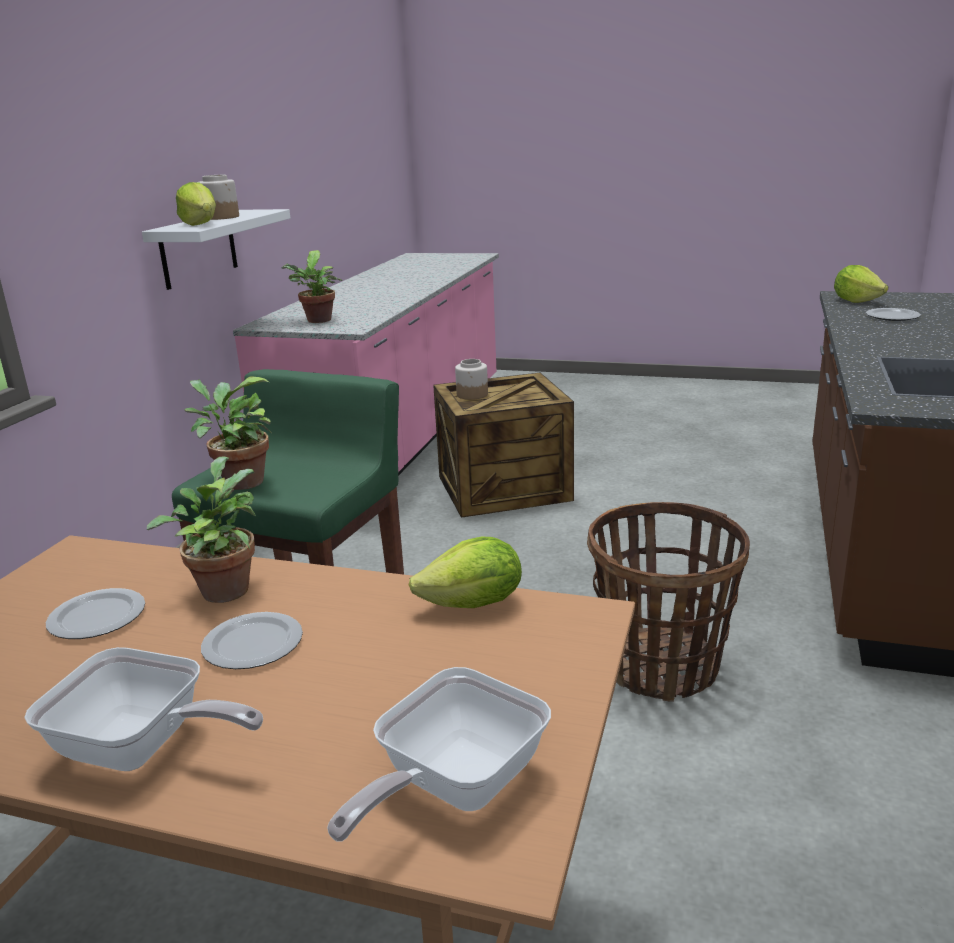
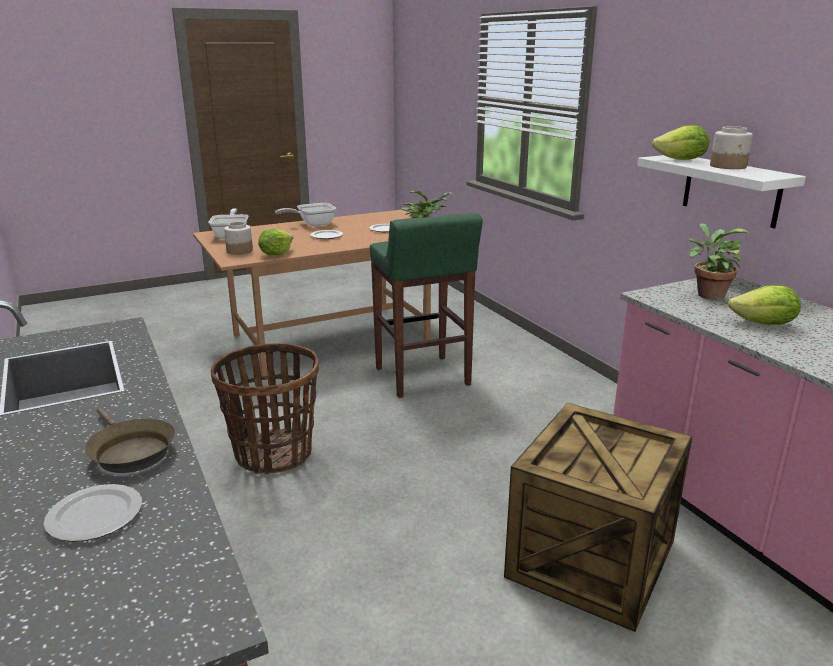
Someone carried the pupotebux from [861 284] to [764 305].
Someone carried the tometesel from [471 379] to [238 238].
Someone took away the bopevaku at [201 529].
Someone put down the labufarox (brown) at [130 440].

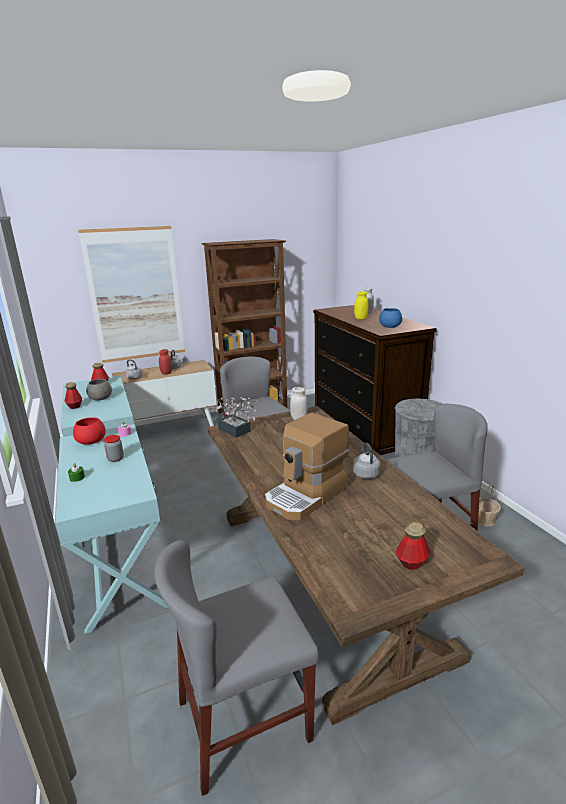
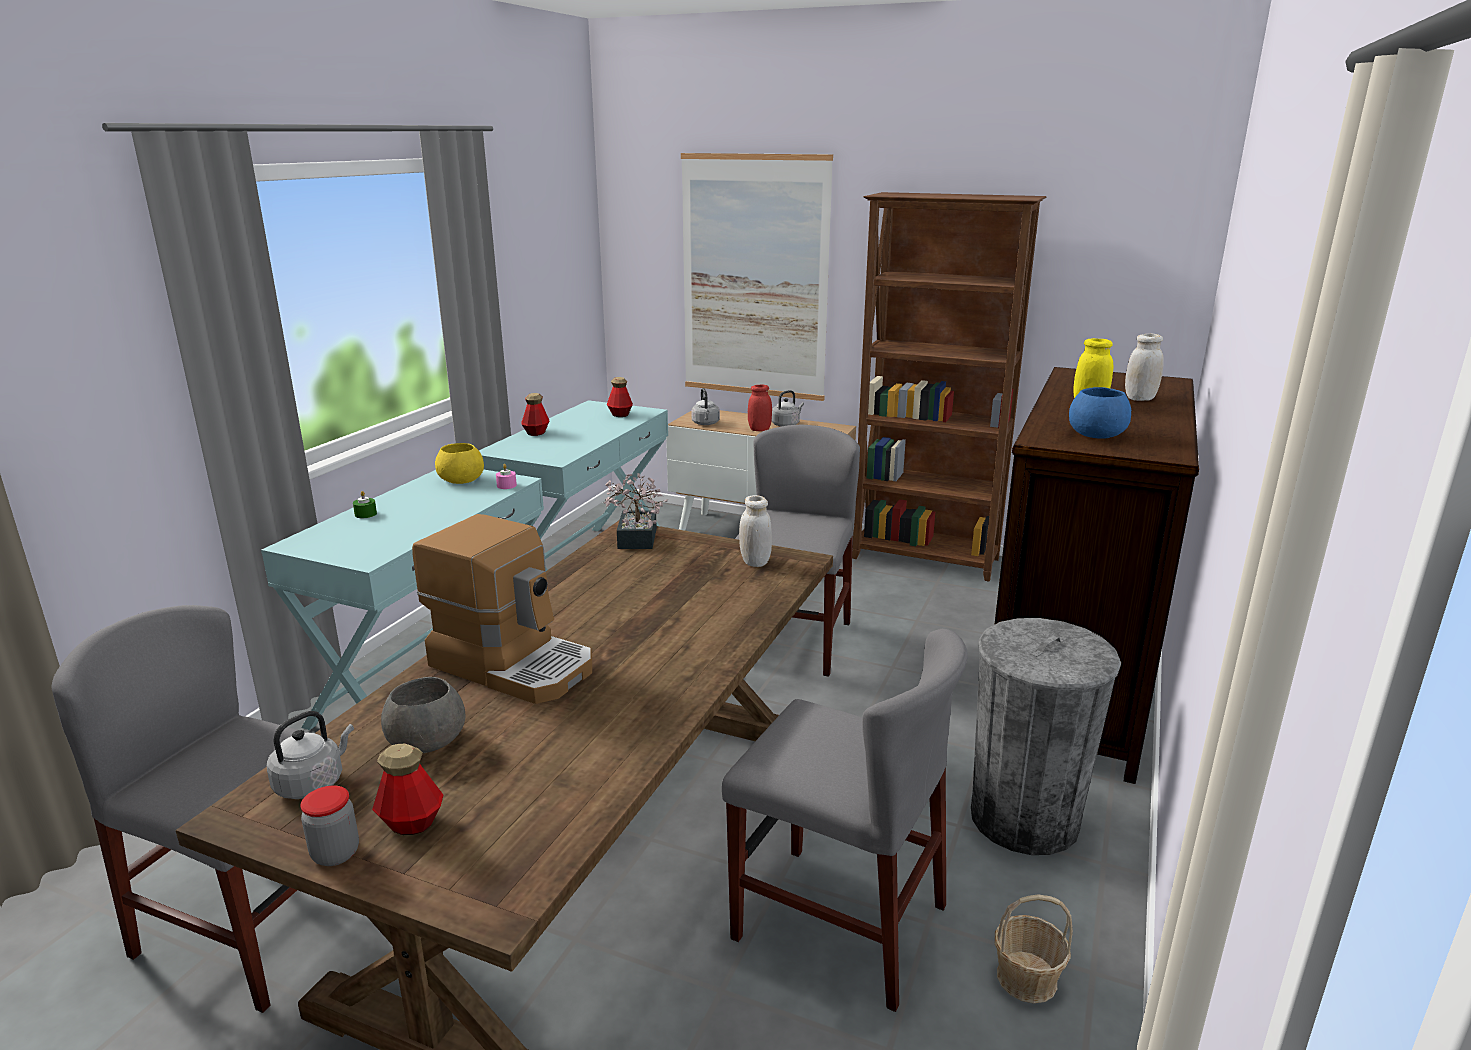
Someone carried the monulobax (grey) from [99 390] to [423 715].
Someone rotated the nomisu at [307 466] by 150 degrees counterclockwise.
Someone repainted the monulobax (red) at [89 431], which became the monulobax (yellow) at [459 463].
Someone carried the tometesel from [114 448] to [330 826].
Someone carried the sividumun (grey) from [367 461] to [310 755].

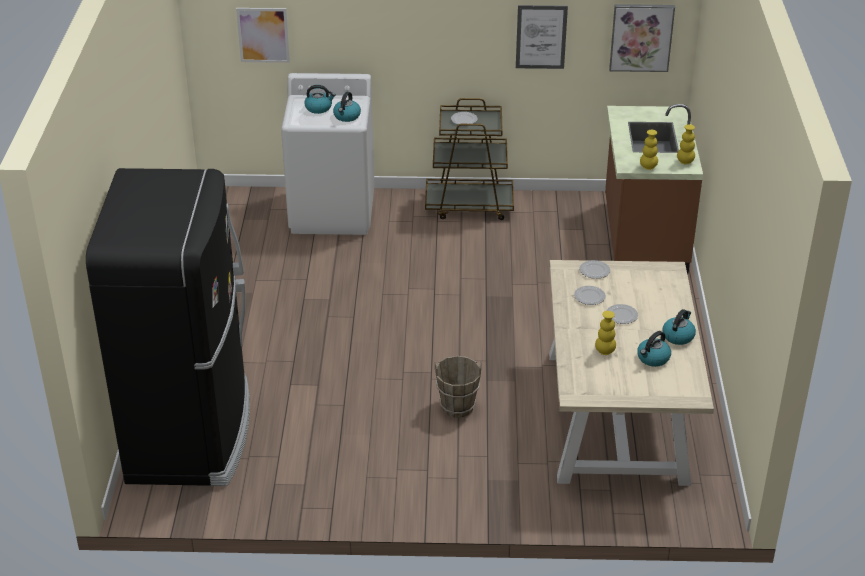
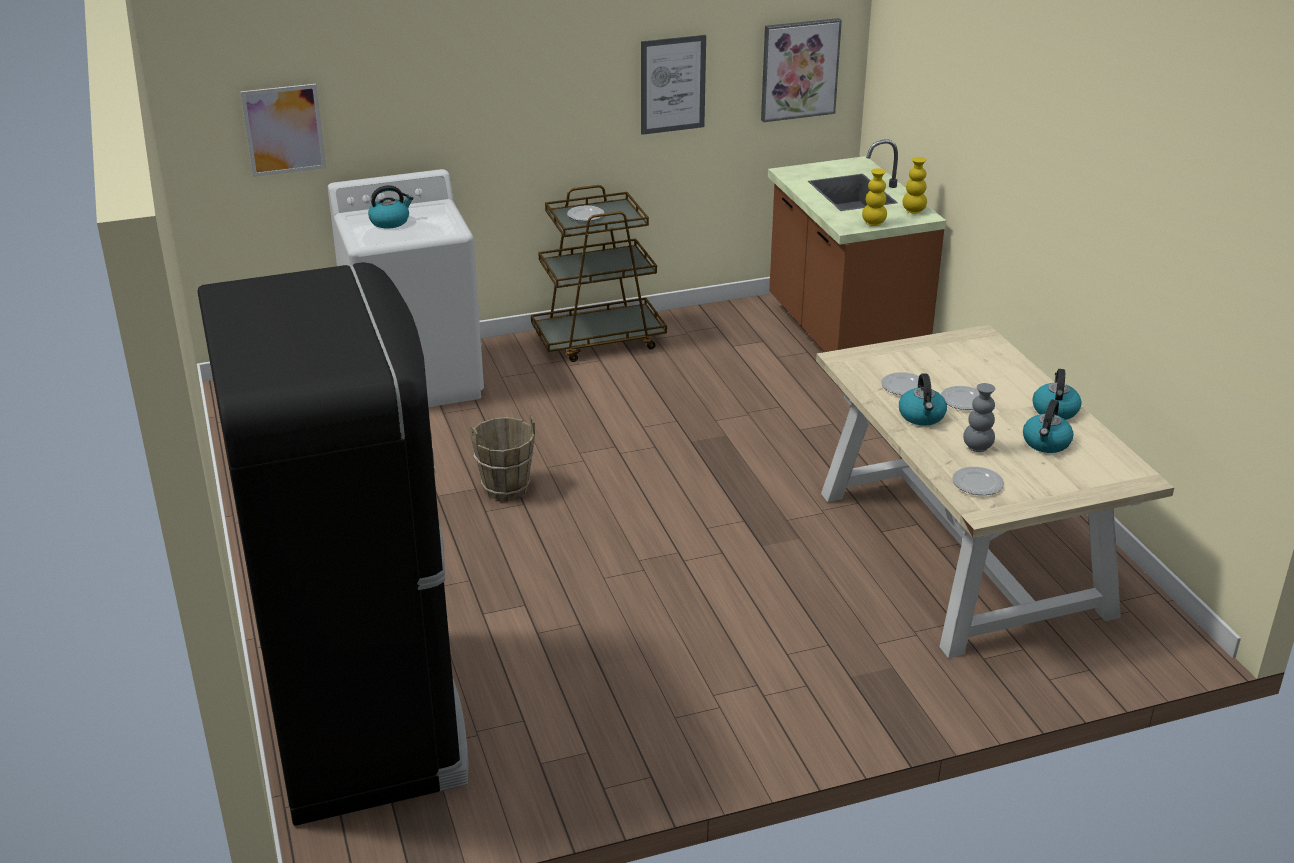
Someone carried the sividumun from [347 107] to [923 400].
Someone carried the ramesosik from [594 269] to [978 481].
Someone repainted the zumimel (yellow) at [605 333], which became the zumimel (grey) at [979 417].
Someone carried the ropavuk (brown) from [458 387] to [502 458].

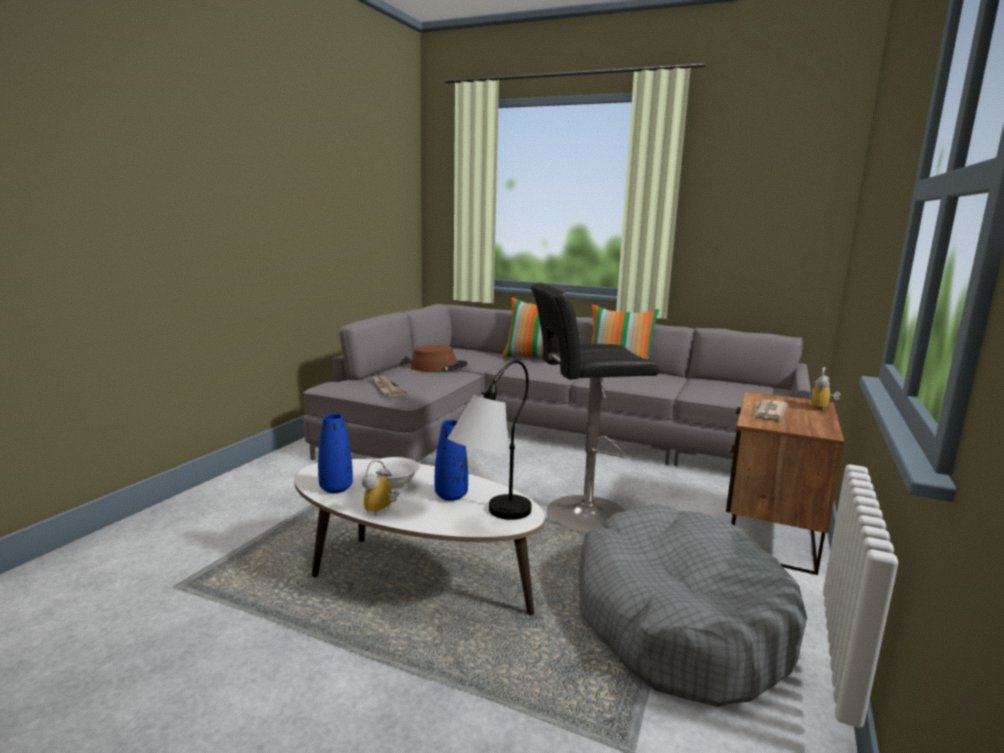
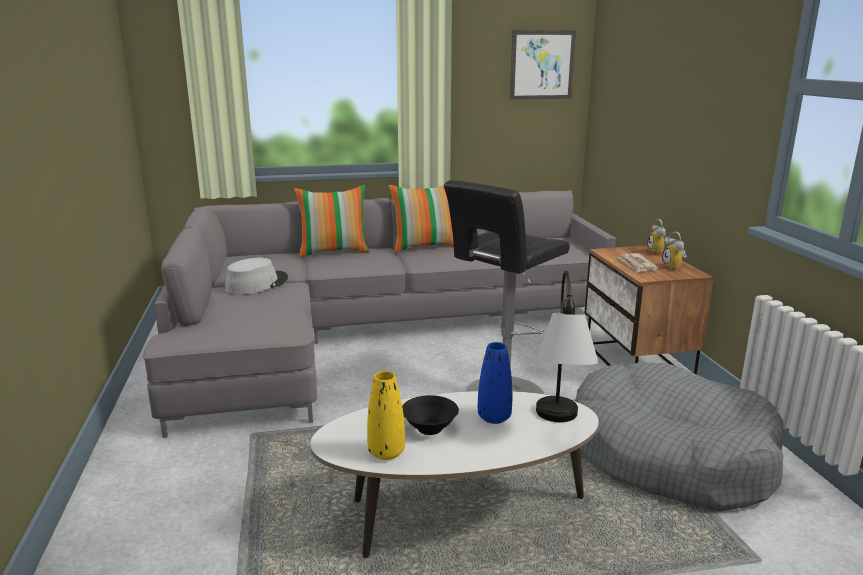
Someone repainted the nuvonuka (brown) at [439 358], which became the nuvonuka (grey) at [256 276].
Someone took away the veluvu at [389 386].
Someone repainted the zumimel (blue) at [335 453], which became the zumimel (yellow) at [386 415].
Someone repainted the monulobax (white) at [392 473], which became the monulobax (black) at [430 415].
Someone carried the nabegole from [380 488] to [674 250].
Someone put up the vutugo at [543 65].

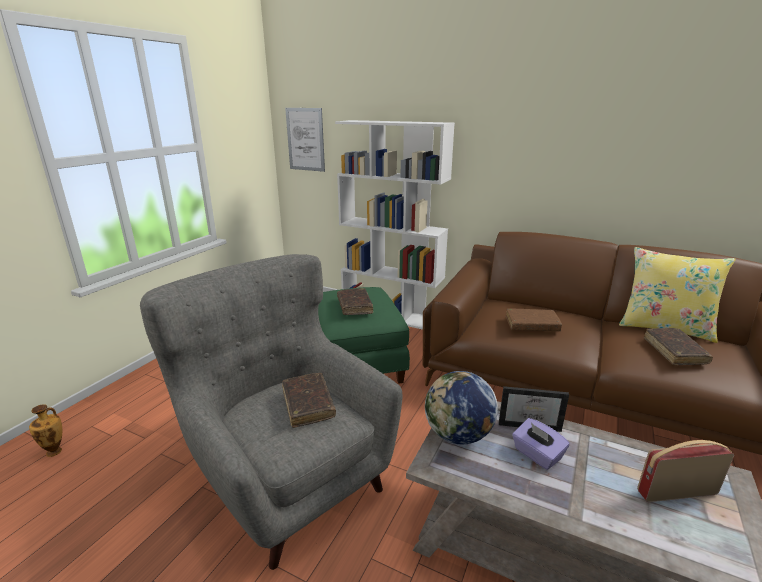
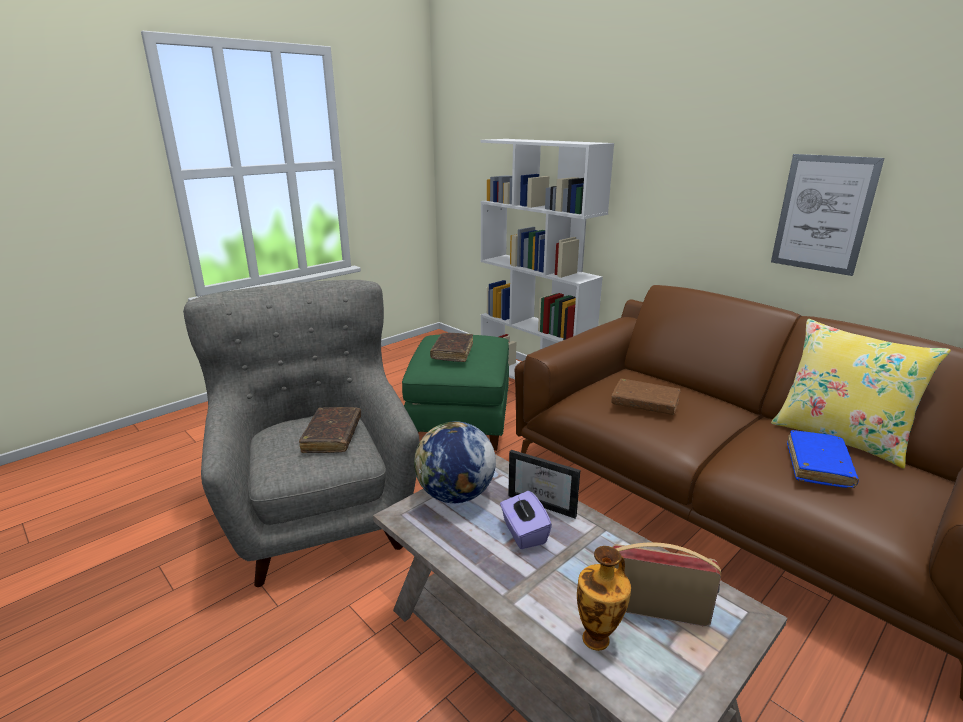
Someone carried the vutugo from [305 140] to [827 215].
Someone repainted the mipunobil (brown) at [678 346], which became the mipunobil (blue) at [823 459].
Someone carried the zumimel from [45 430] to [604 598].

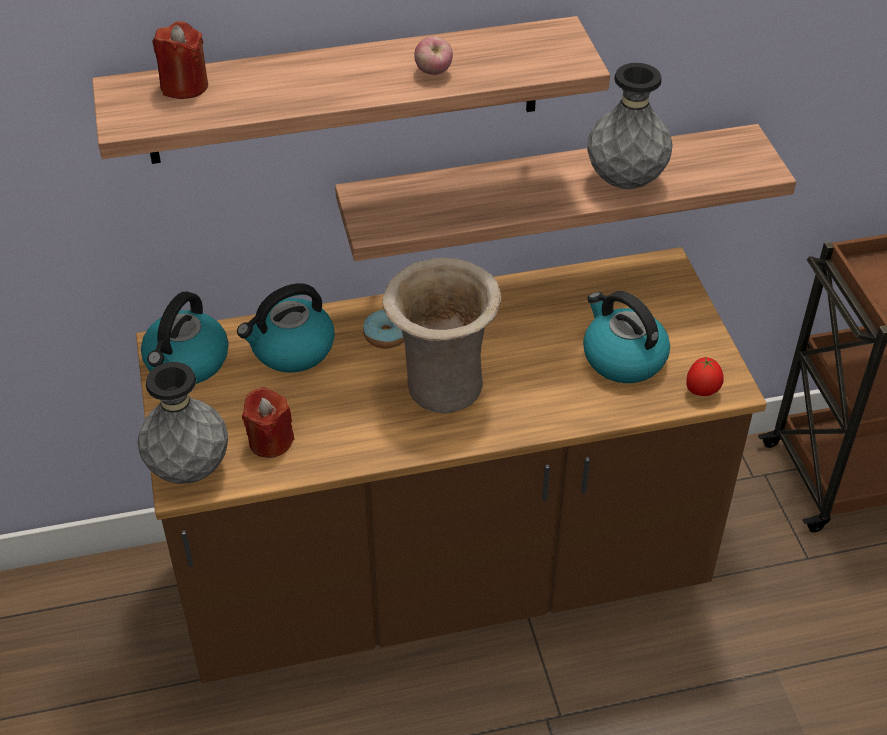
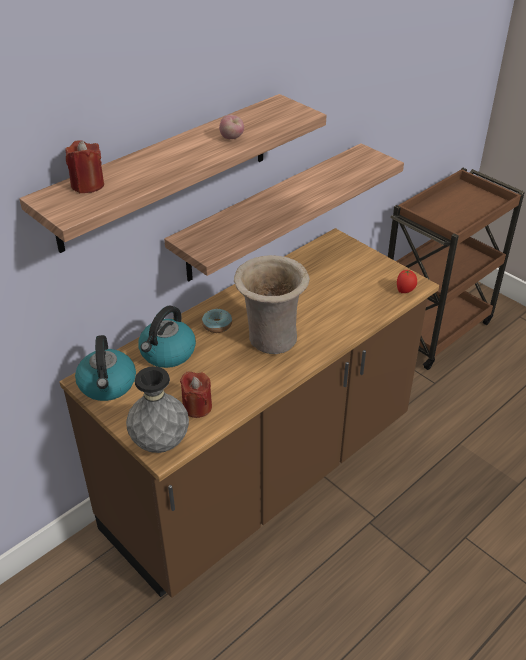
Someone took away the zumimel (grey) at [630 126].
Someone took away the sividumun at [626 337].

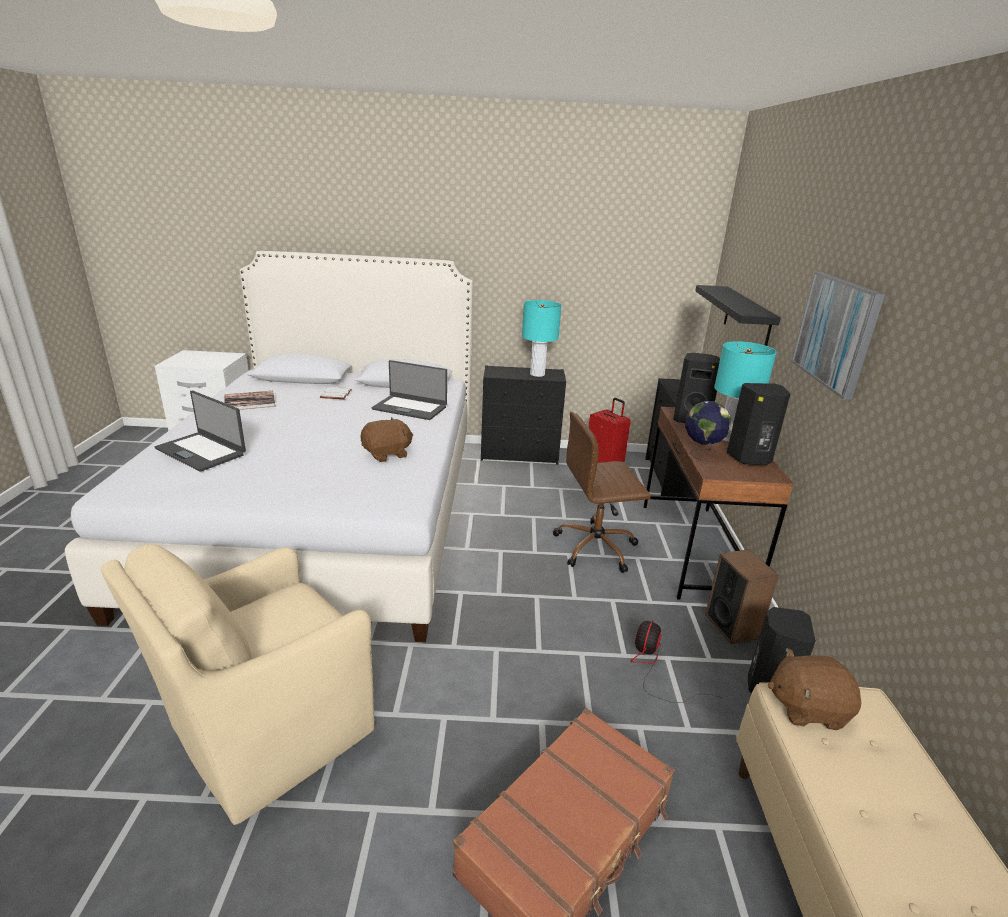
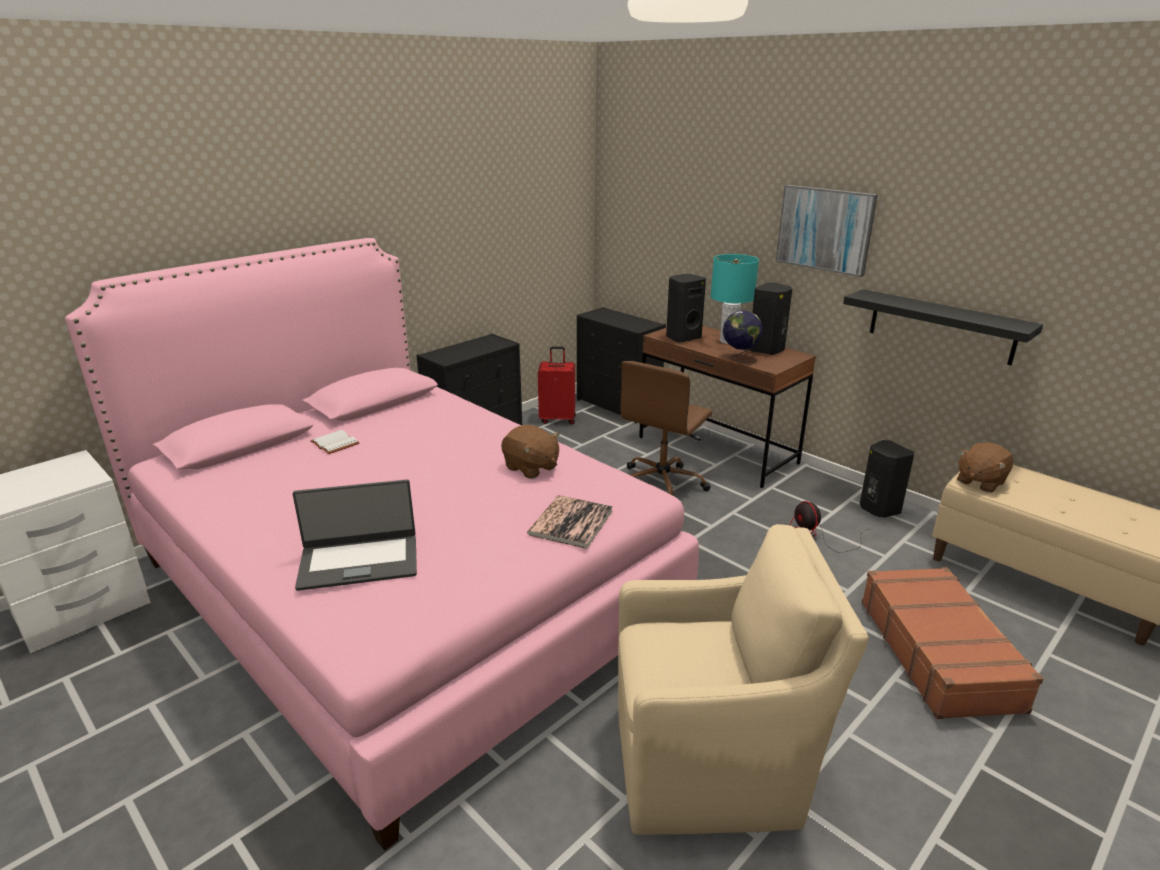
Someone repainted the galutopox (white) at [269 446], which became the galutopox (pink) at [382 544].
Someone carried the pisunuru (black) from [738 315] to [943 327].
Someone took away the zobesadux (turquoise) at [542 338].
Someone took away the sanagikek at [409 390].
Someone carried the mipunobil from [250 400] to [570 522].
Someone rotated the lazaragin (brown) at [386 439] by 120 degrees clockwise.
Someone rotated the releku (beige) at [238 684] by 90 degrees counterclockwise.
Someone took away the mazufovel at [742 596].

